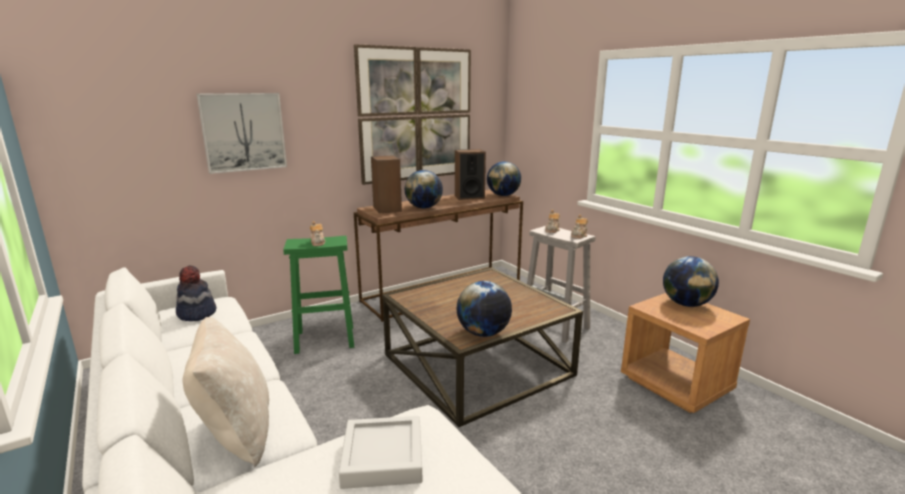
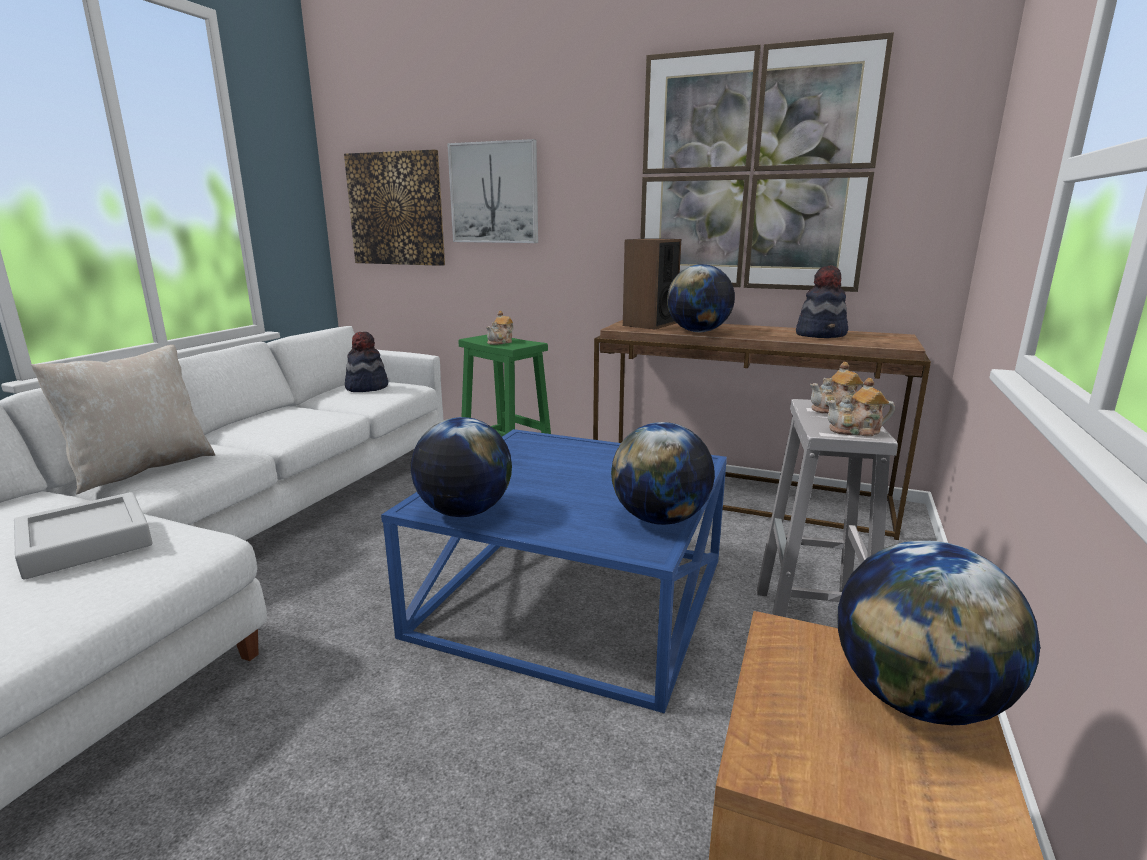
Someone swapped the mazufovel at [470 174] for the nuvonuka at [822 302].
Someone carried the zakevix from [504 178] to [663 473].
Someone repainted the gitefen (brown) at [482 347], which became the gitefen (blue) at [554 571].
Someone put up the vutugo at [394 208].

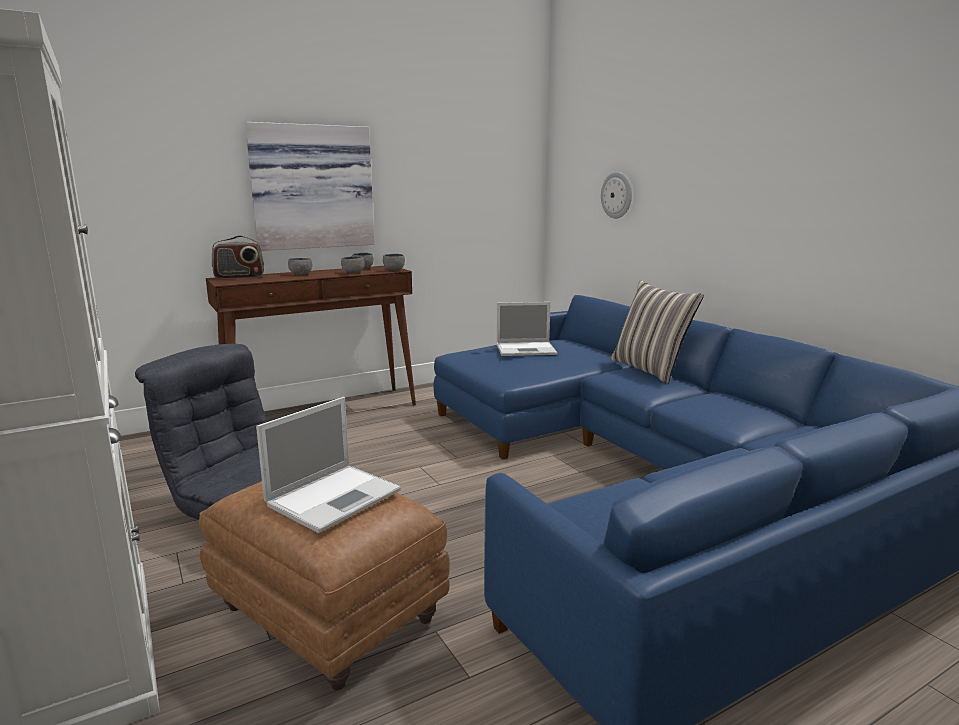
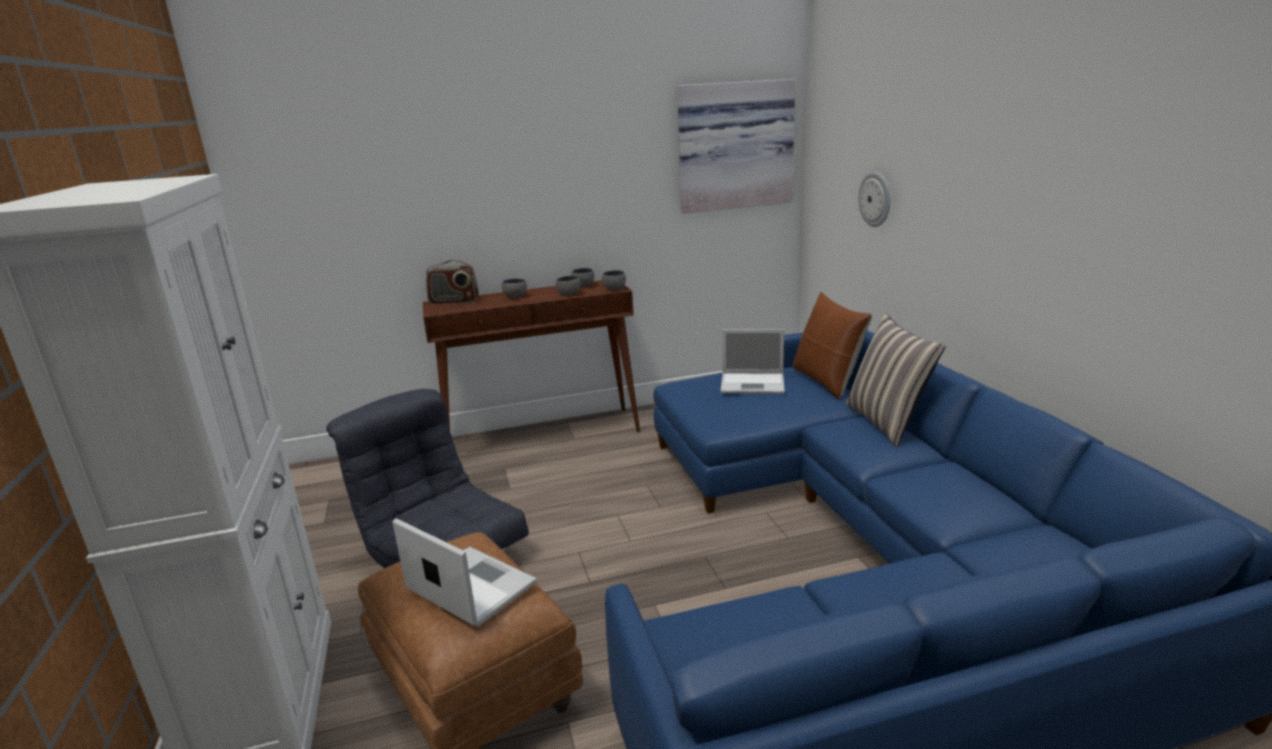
Someone carried the vutugo from [309 186] to [736 146].
Someone rotated the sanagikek at [328 465] by 105 degrees counterclockwise.
Someone put down the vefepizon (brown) at [832 345].

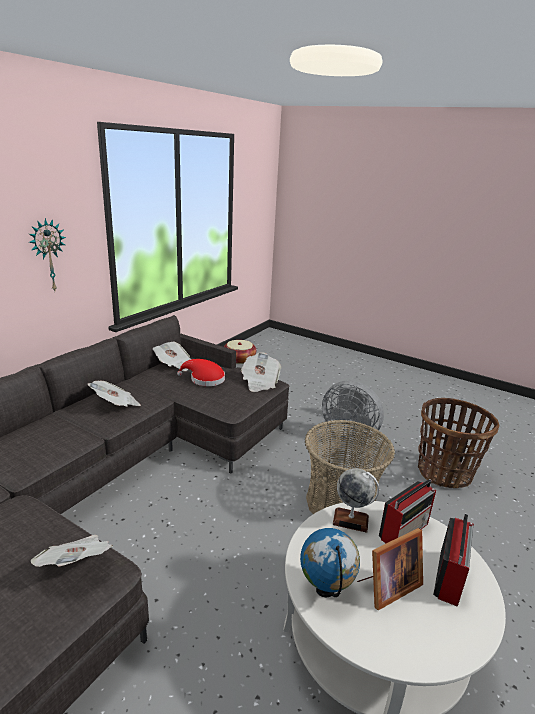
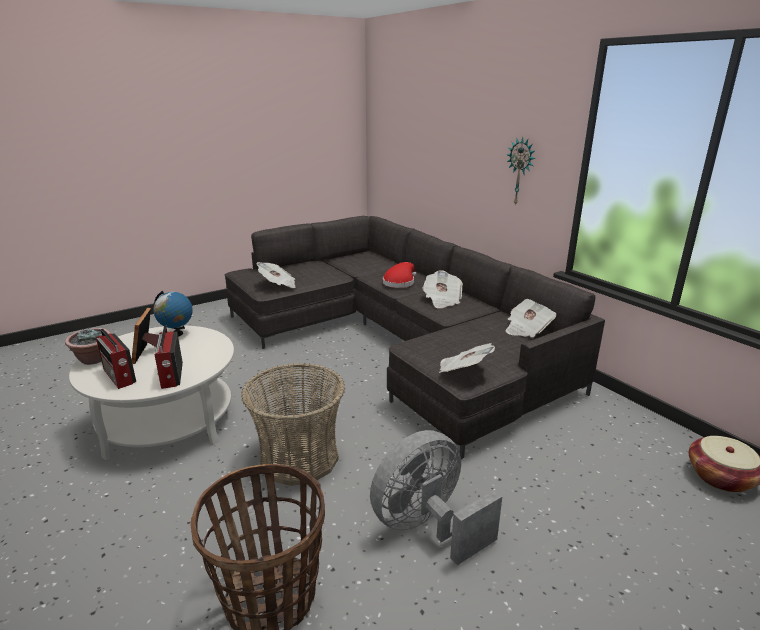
Someone carried the nuvonuka (red) from [201 372] to [400 275].
Someone took away the zakevix at [355 500].
Someone put down the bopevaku at [88 346].

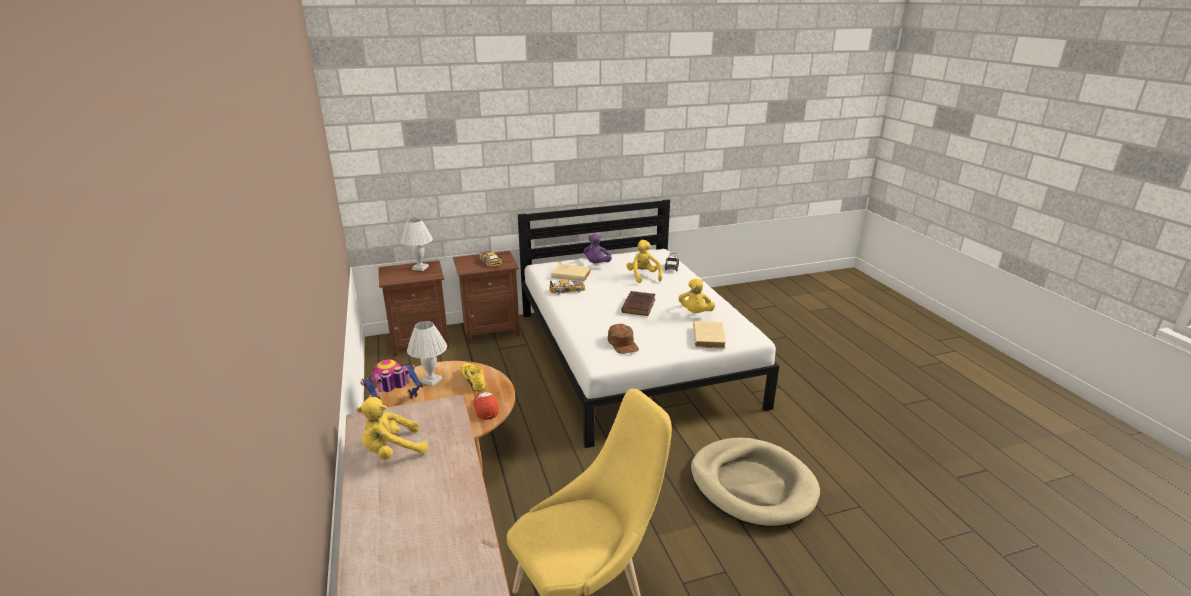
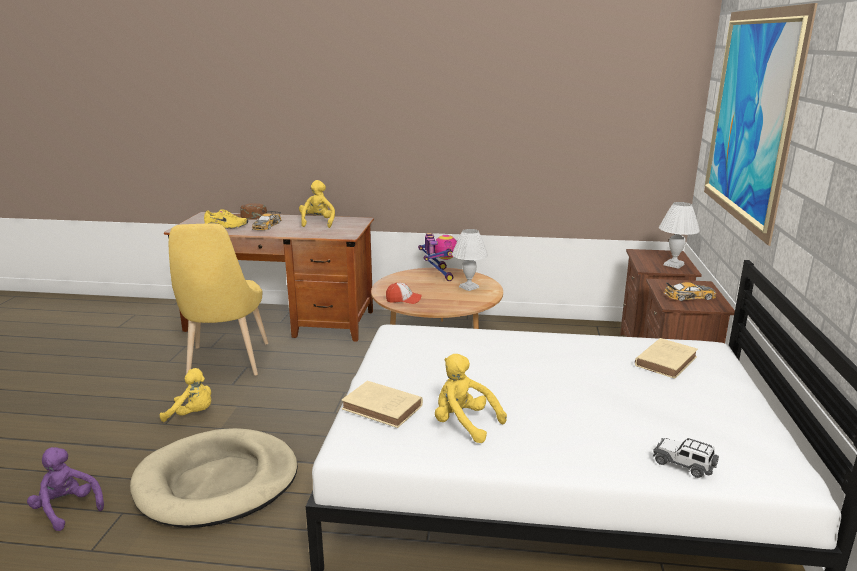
Someone carried the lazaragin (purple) from [597 248] to [65 489].
Someone carried the lazaragin (yellow) from [644 261] to [185 395].
Someone carried the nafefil from [567 287] to [266 220].
Someone took away the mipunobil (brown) at [638 303].
Someone carried the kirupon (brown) from [623 339] to [251 211].
Someone carried the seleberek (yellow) from [473 377] to [226 219].
Someone put up the vutugo at [761 124].

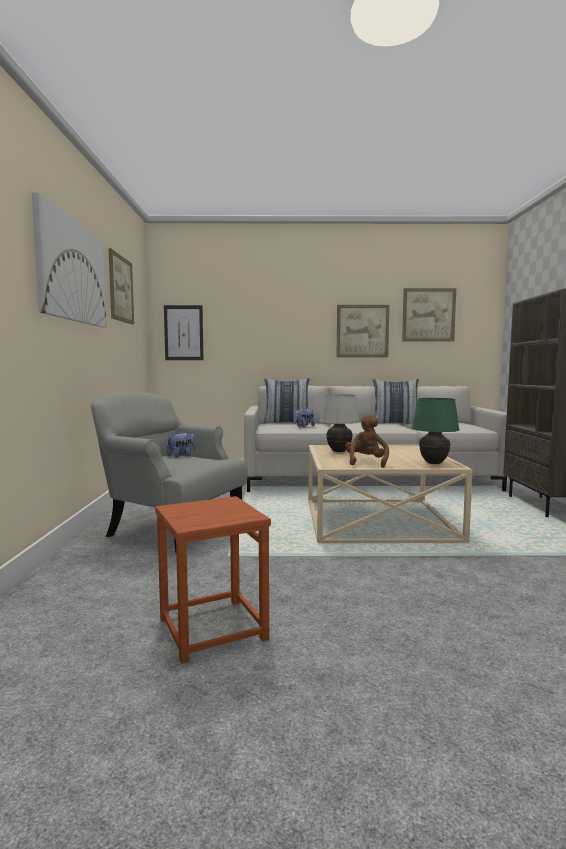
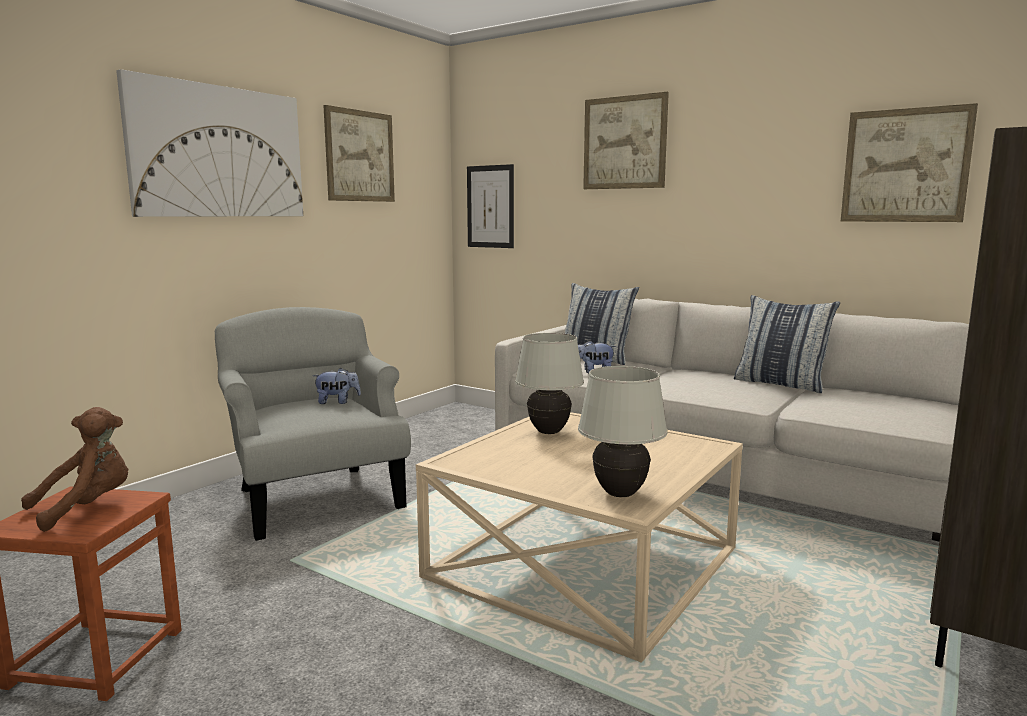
Someone carried the vutugo from [363 331] to [626 140].
Someone repainted the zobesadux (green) at [436 431], which became the zobesadux (white) at [623 431].
Someone carried the lazaragin (brown) from [367 441] to [74 469].

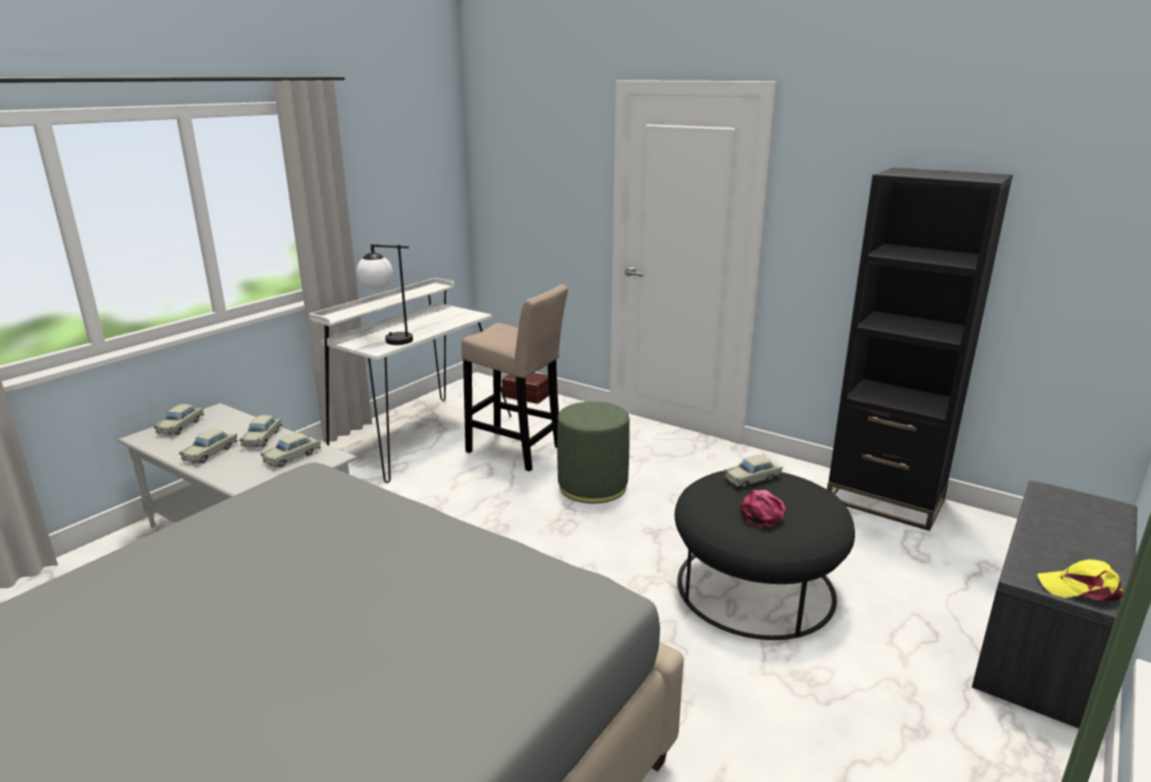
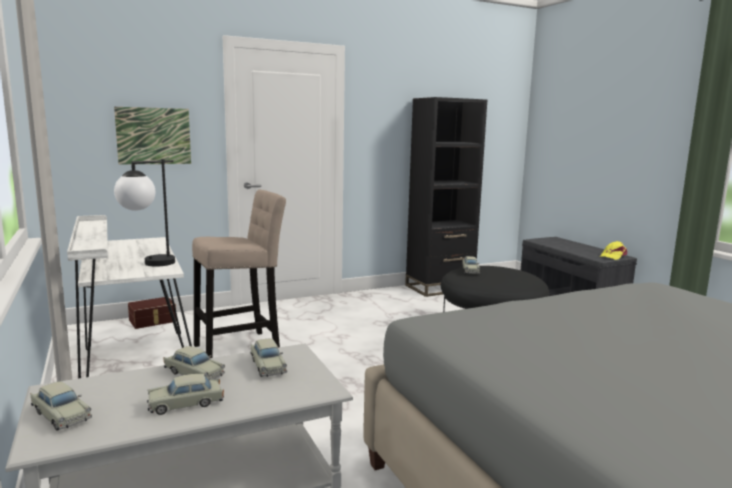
Someone took away the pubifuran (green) at [593 452].
Someone rotated the nafefil (beige) at [208 446] by 105 degrees clockwise.
Someone took away the kirupon (pink) at [763 509].
Someone put up the vutugo at [152 136].

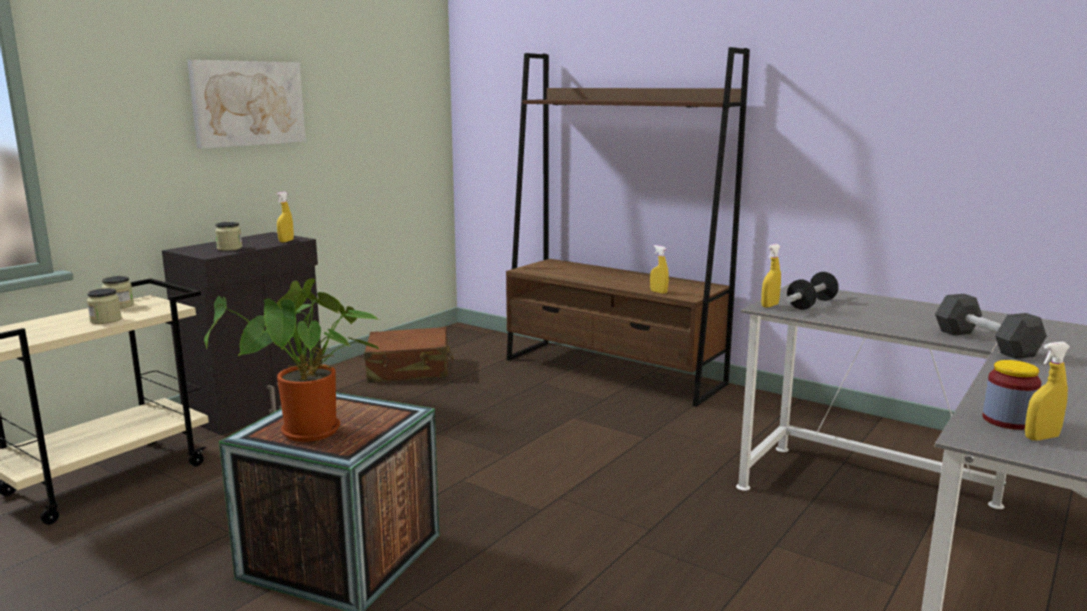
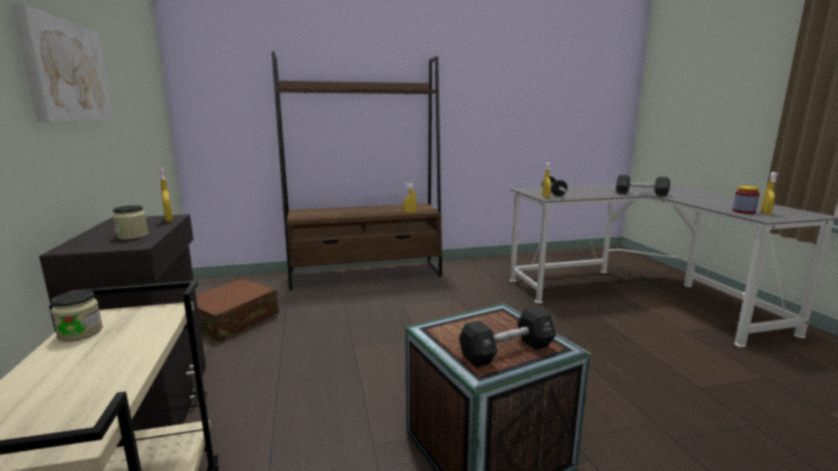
Someone swapped the bopevaku at [292 360] for the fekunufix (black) at [507 337].
Someone took away the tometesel at [104 306].

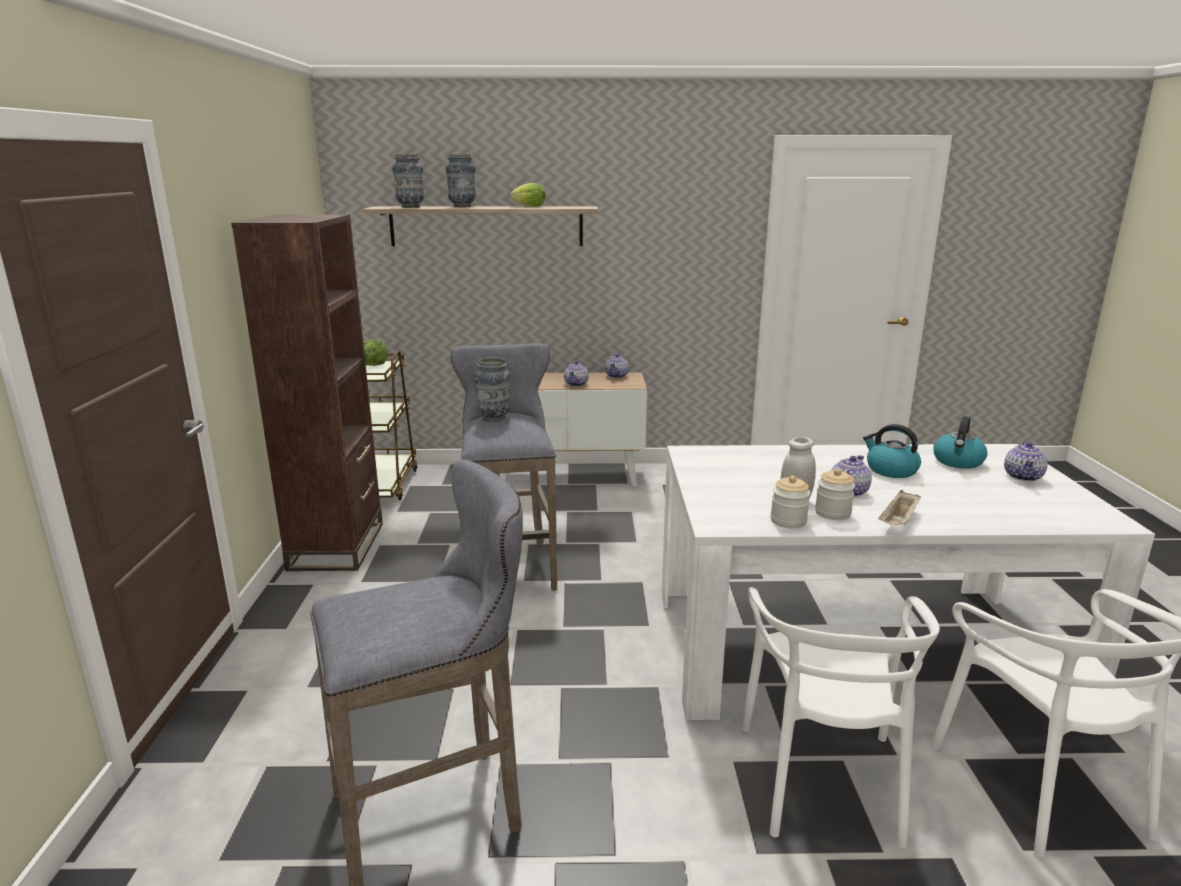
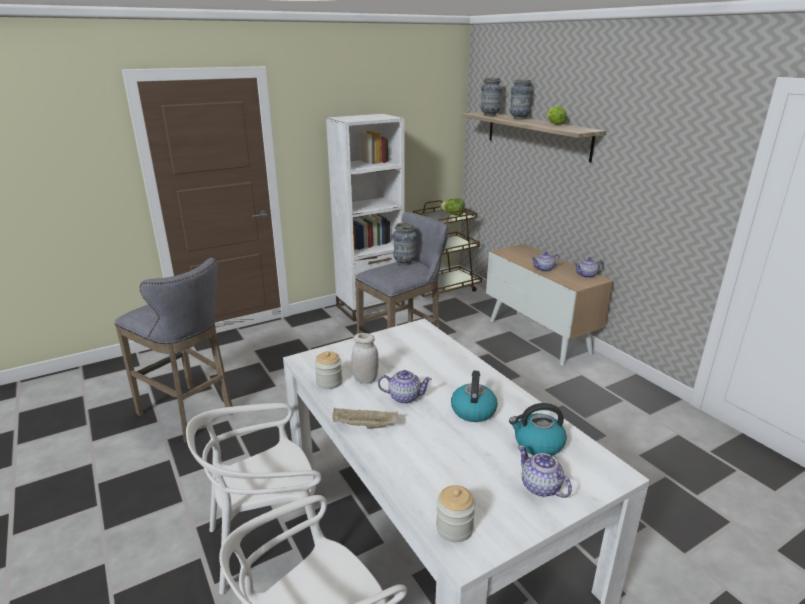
Someone repainted the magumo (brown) at [307 392], which became the magumo (white) at [365 217].
Someone rotated the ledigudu at [1026 462] by 60 degrees clockwise.
Someone carried the tometesel from [835 494] to [455 514].

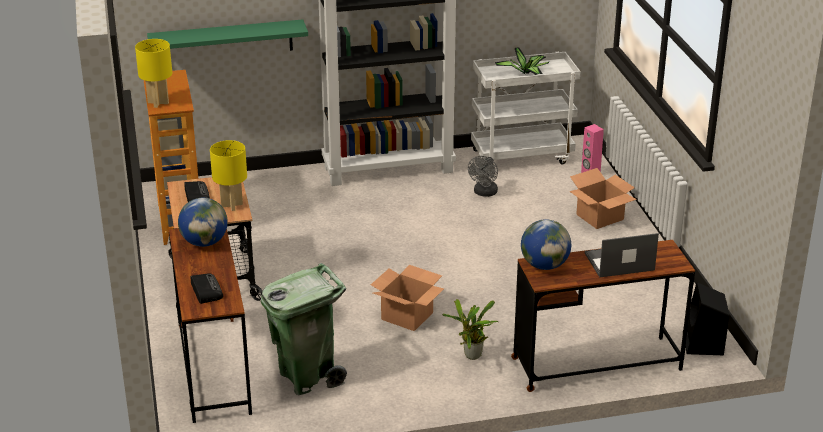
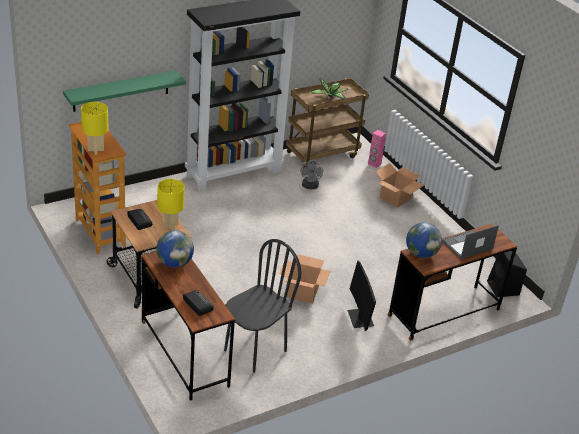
Someone repainted the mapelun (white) at [526 108], which became the mapelun (brown) at [327 123].
Someone swapped the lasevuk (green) at [304 329] for the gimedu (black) at [263 306].
Someone swapped the bopevaku at [470 329] for the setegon at [361 296].

